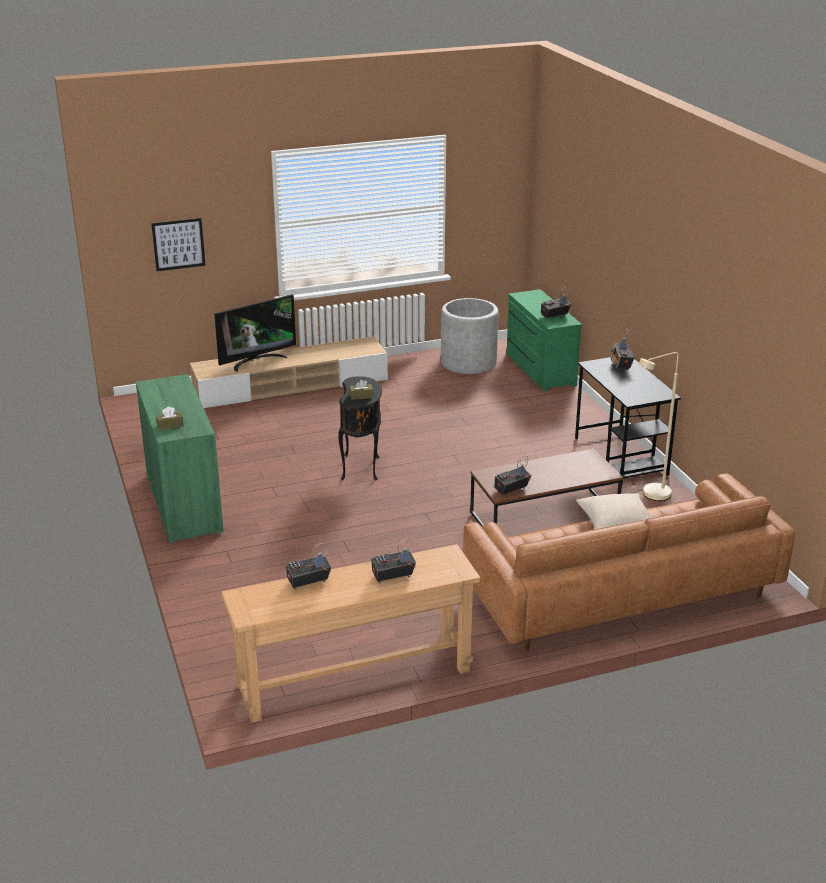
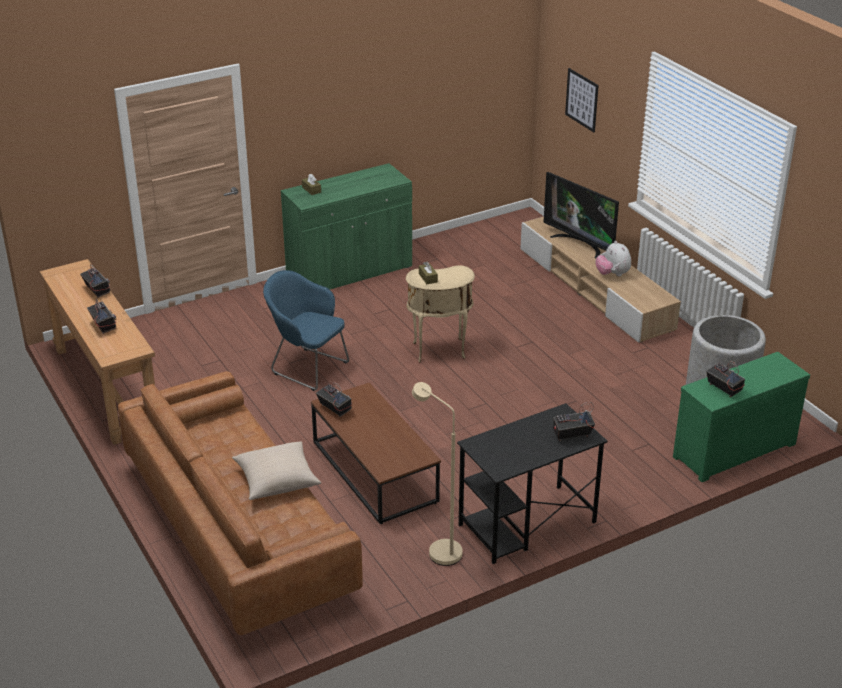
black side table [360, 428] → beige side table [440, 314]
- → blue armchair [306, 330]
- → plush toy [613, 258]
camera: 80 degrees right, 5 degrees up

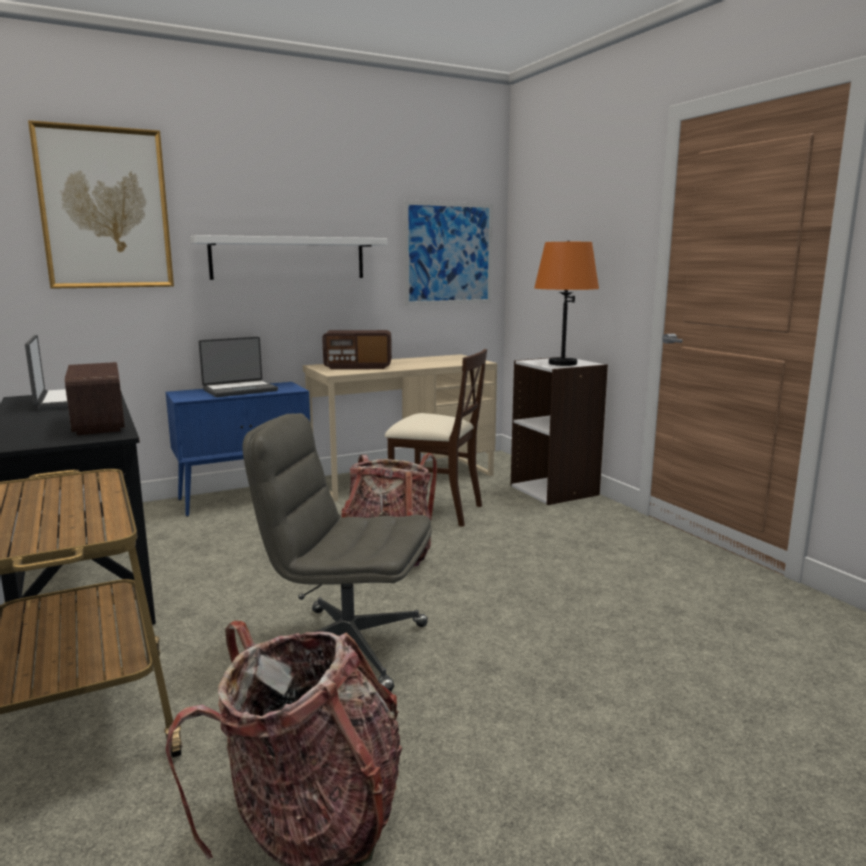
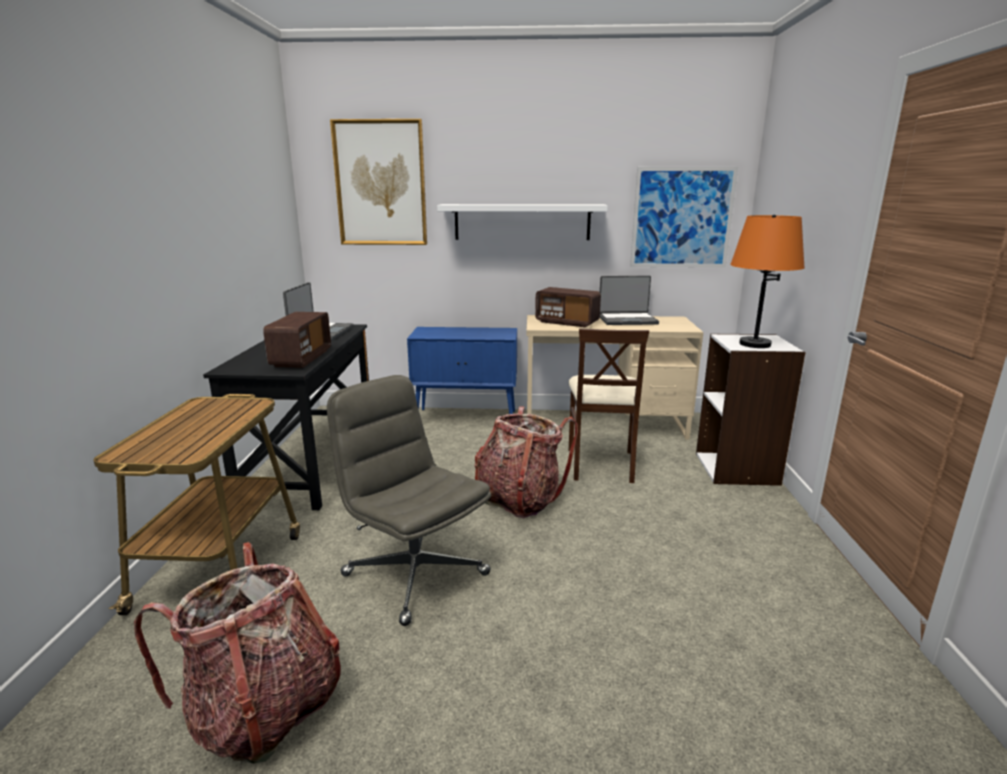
laptop [238, 367] → laptop [629, 300], relocated
beige chair [436, 438] → beige chair [608, 405], 45 degrees clockwise
camera: 30 degrees right, 5 degrees up

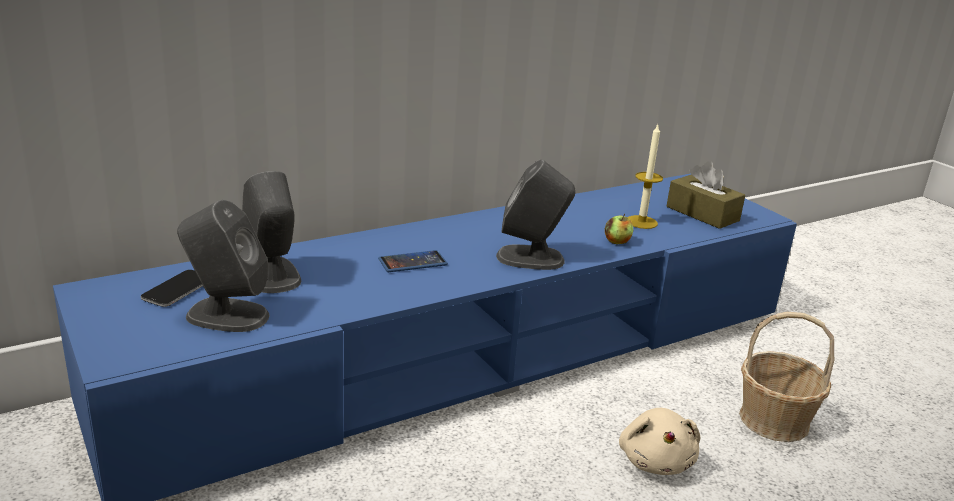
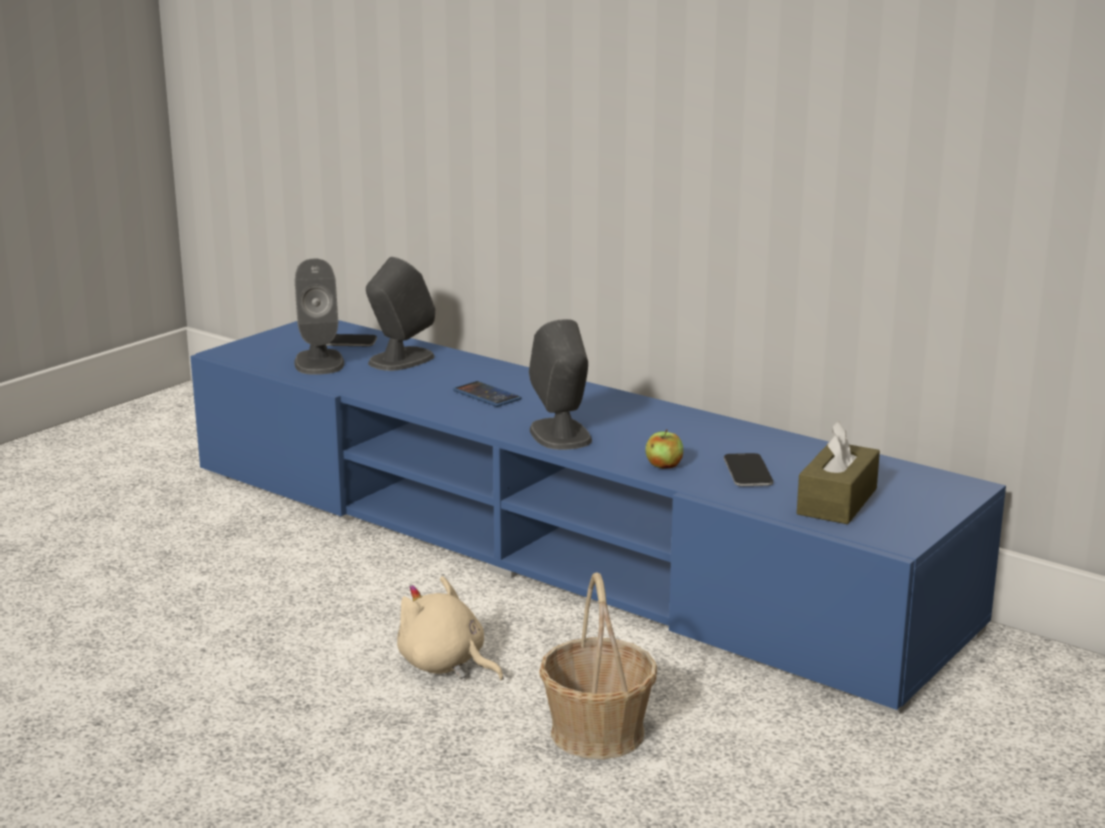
beige plush toy [659, 441] → beige plush toy [450, 628], 60 degrees clockwise
candle [645, 177] → phone [748, 469]
camera: 70 degrees right, 5 degrees down

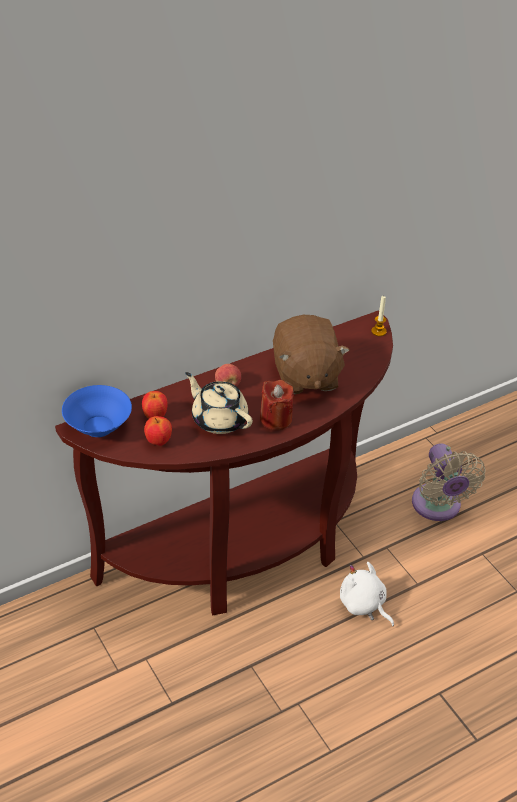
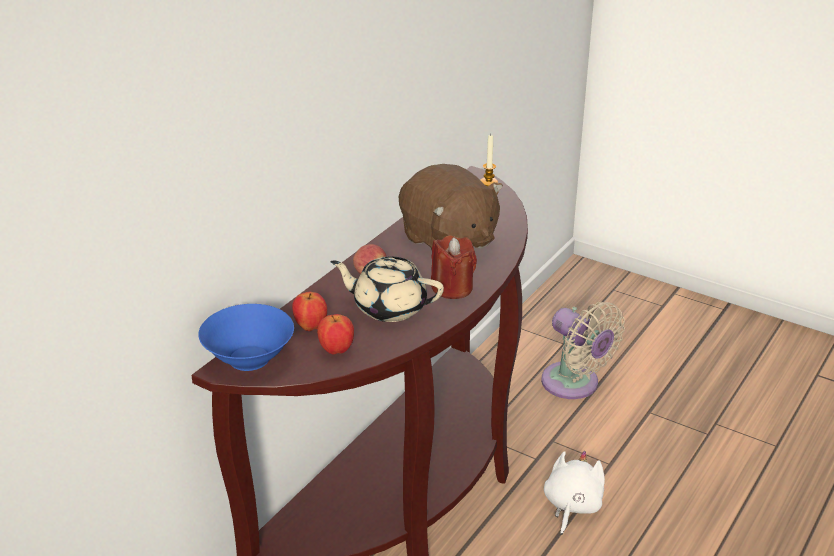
white plush toy [367, 594] → white plush toy [574, 493], 90 degrees clockwise
camera: 25 degrees left, 10 degrees down

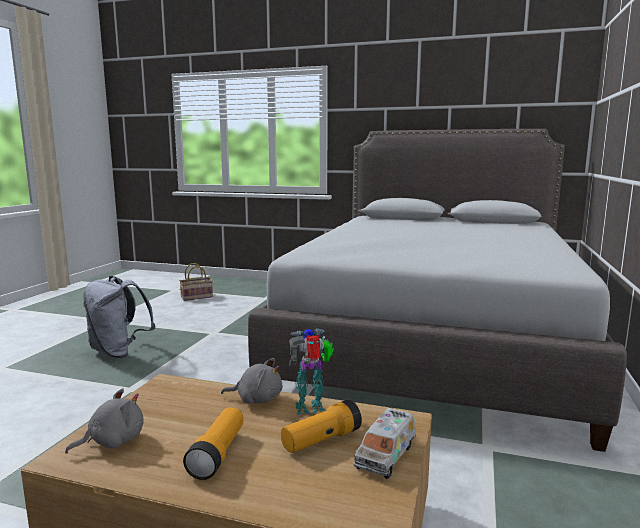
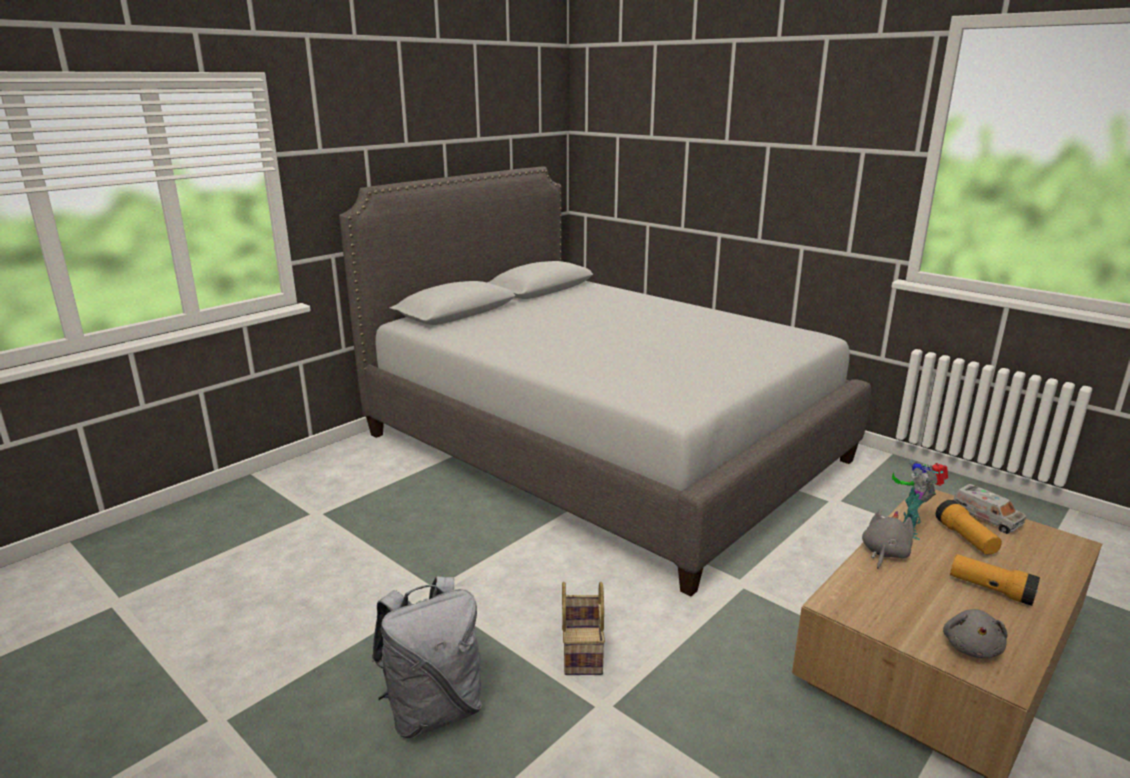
grey plush toy [104, 421] → grey plush toy [975, 633], 150 degrees counterclockwise
basket [196, 282] → basket [583, 628], relocated
camera: 65 degrees left, 10 degrees up

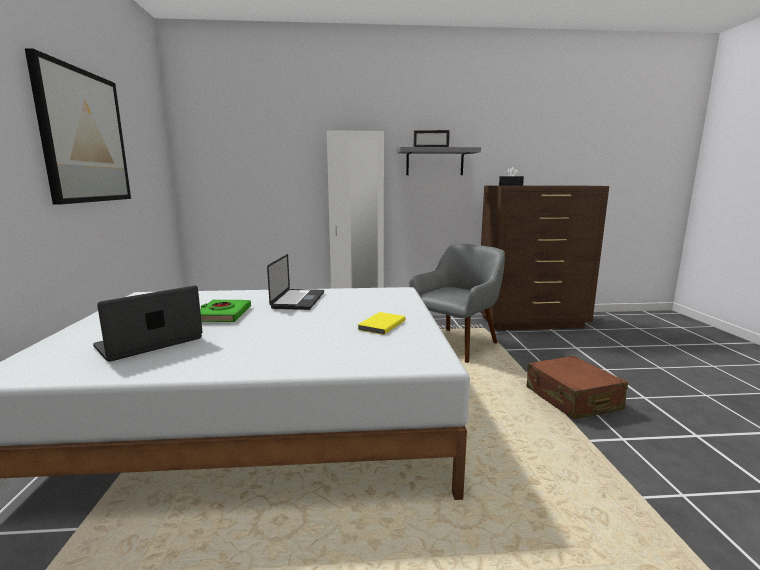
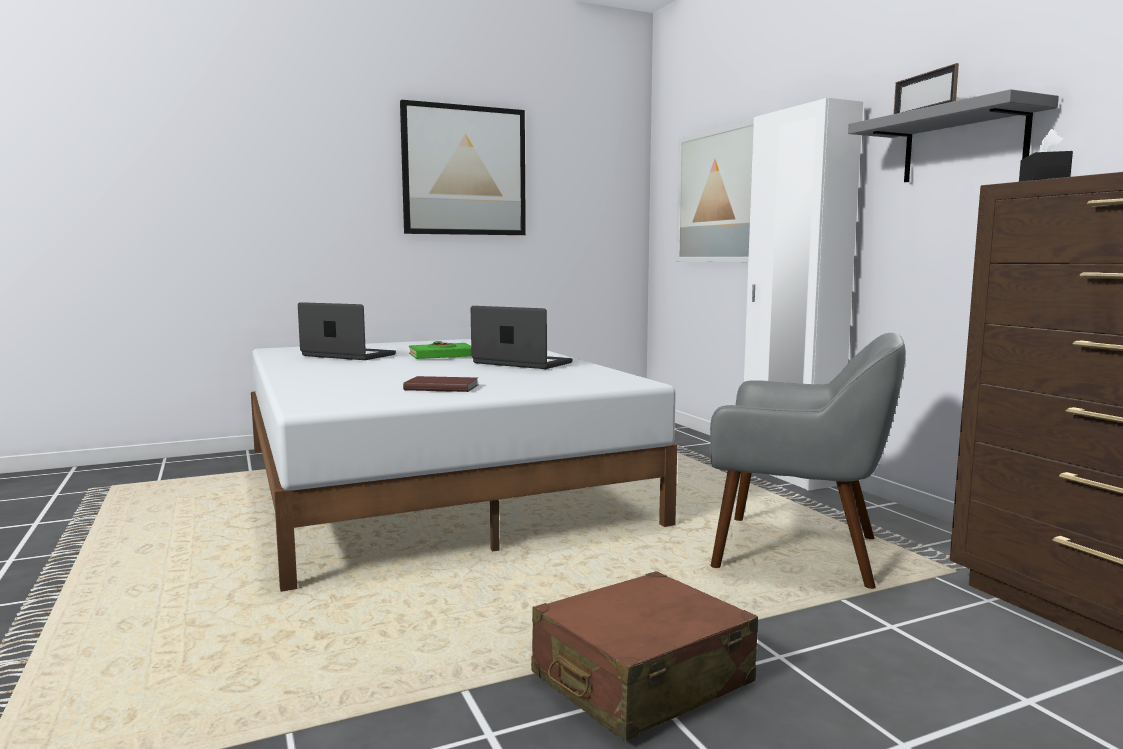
laptop [295, 282] → laptop [521, 337], 135 degrees counterclockwise
yellow book [382, 323] → brown book [440, 384]
- → picture [715, 190]
camera: 70 degrees right, 5 degrees down

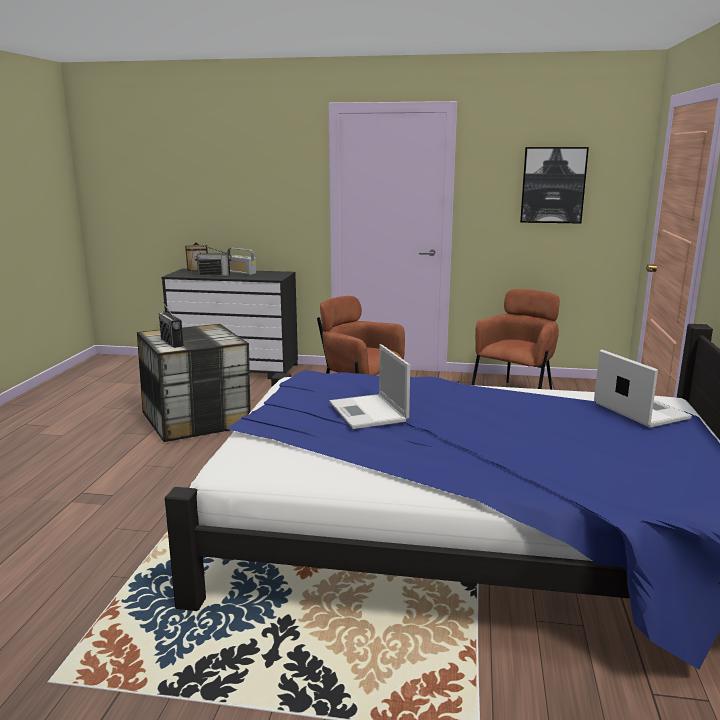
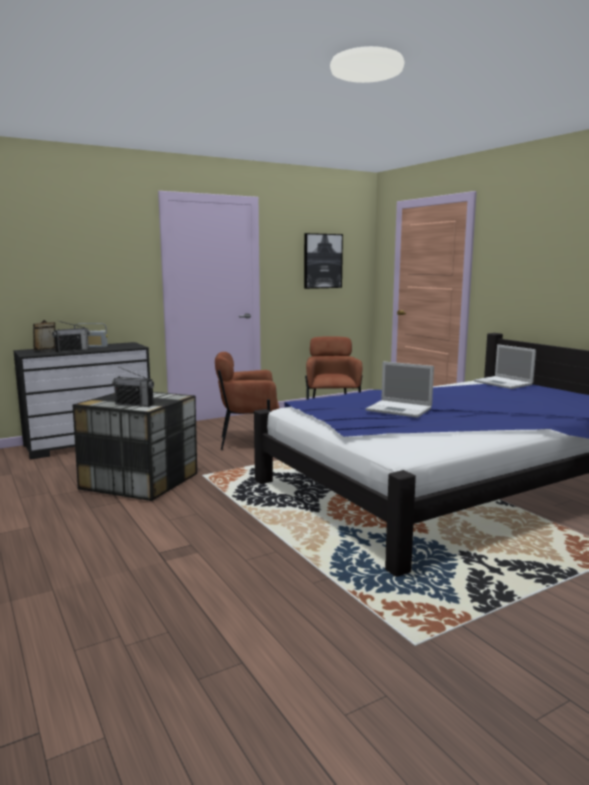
laptop [643, 389] → laptop [505, 366], 150 degrees counterclockwise
camera: 40 degrees left, 5 degrees down

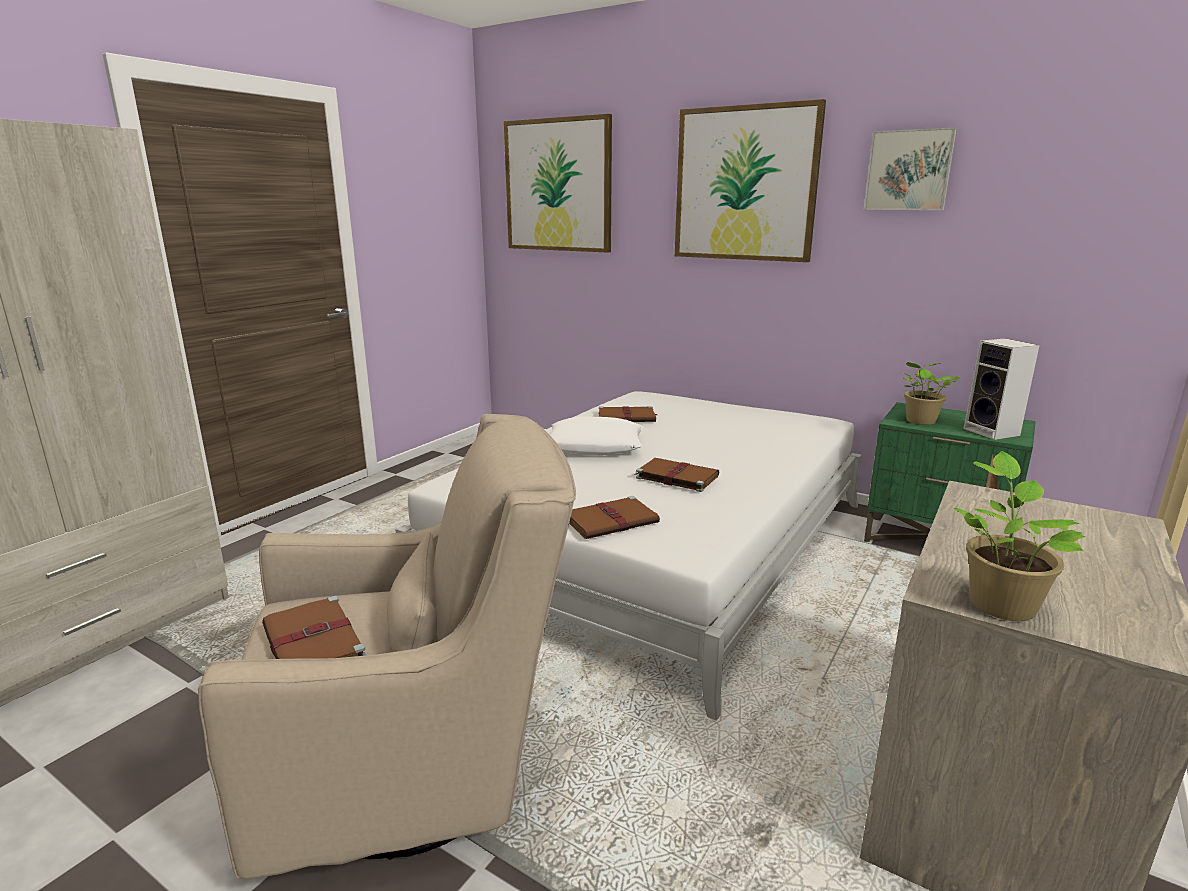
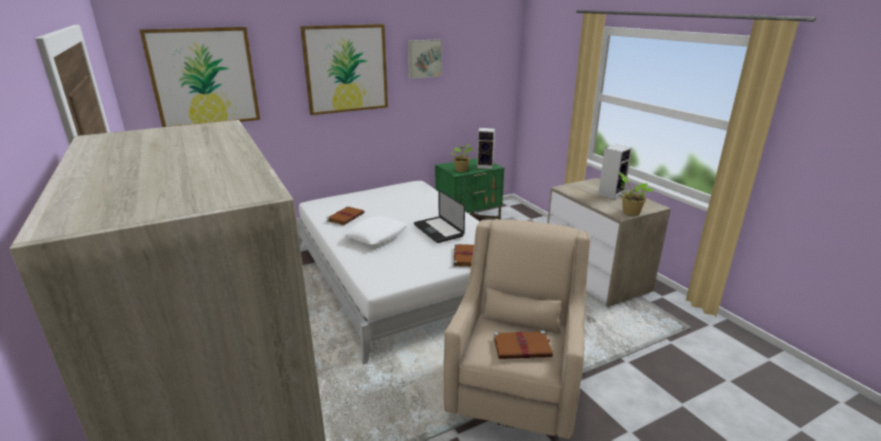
brown book [677, 475] → laptop [439, 216]
- → speaker [615, 171]
camera: 60 degrees left, 5 degrees up

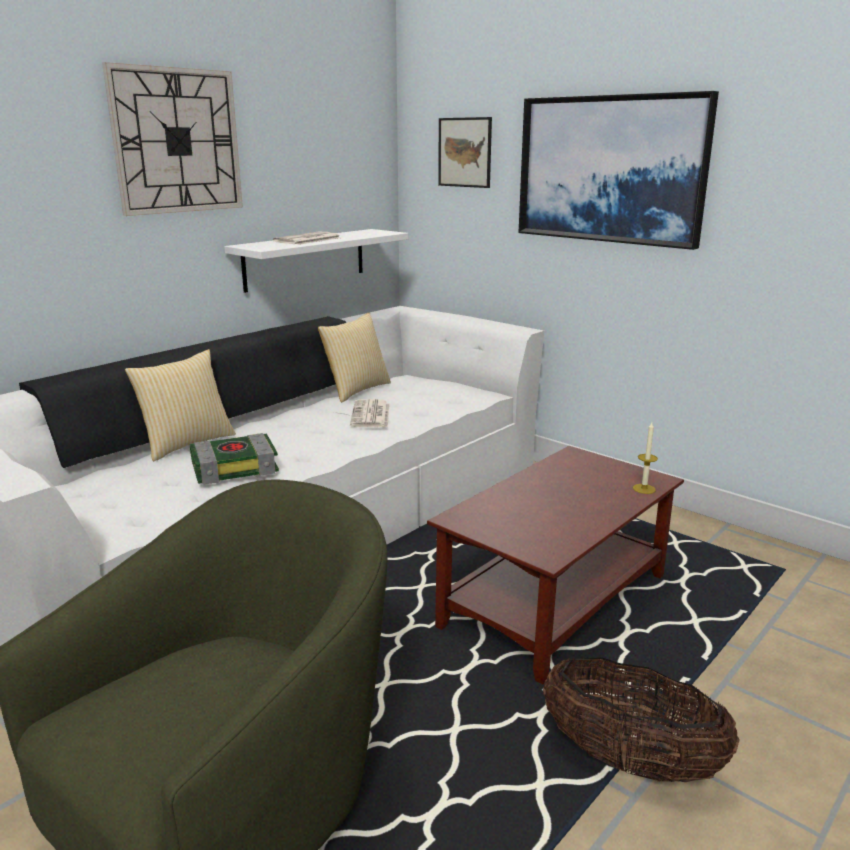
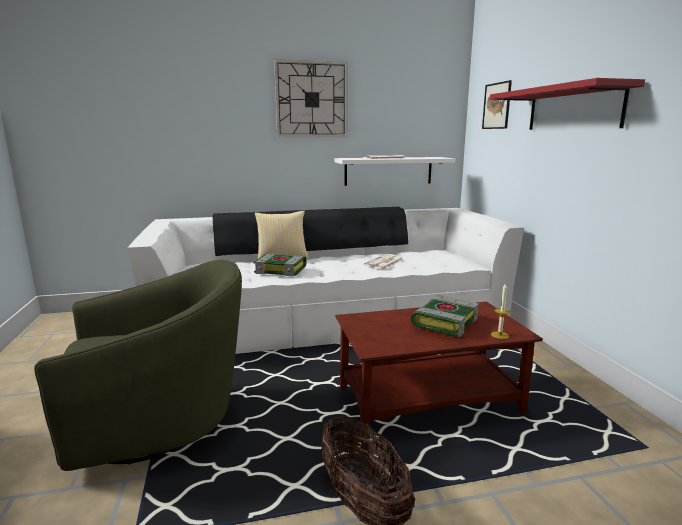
pillow [354, 358] → -
picture [619, 170] → red shelf [567, 104]
- → book [445, 316]
camera: 35 degrees right, 5 degrees down

